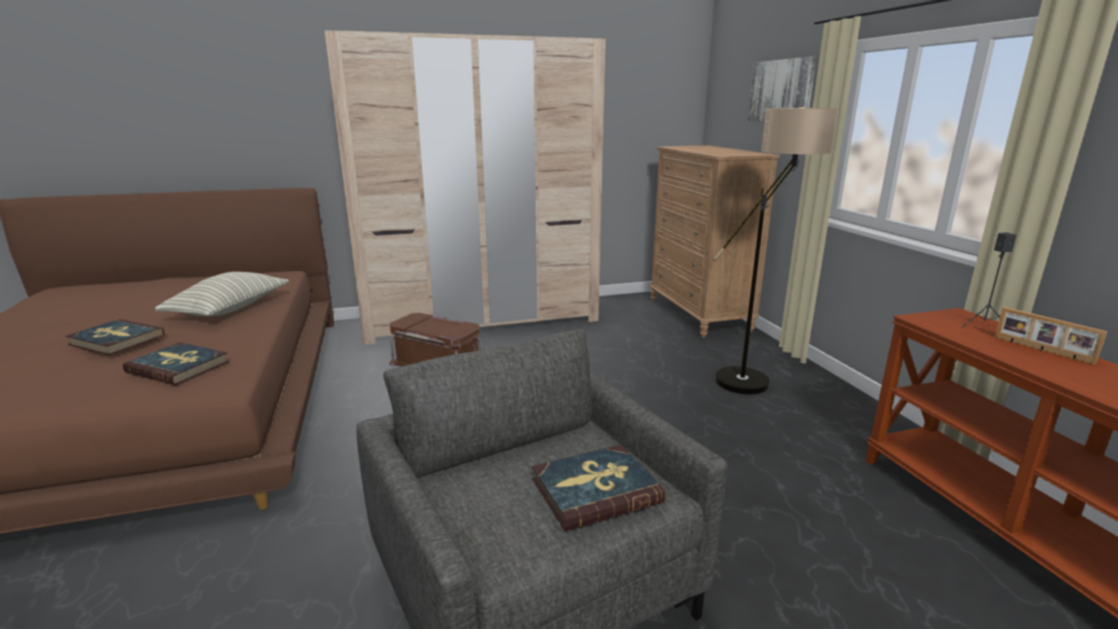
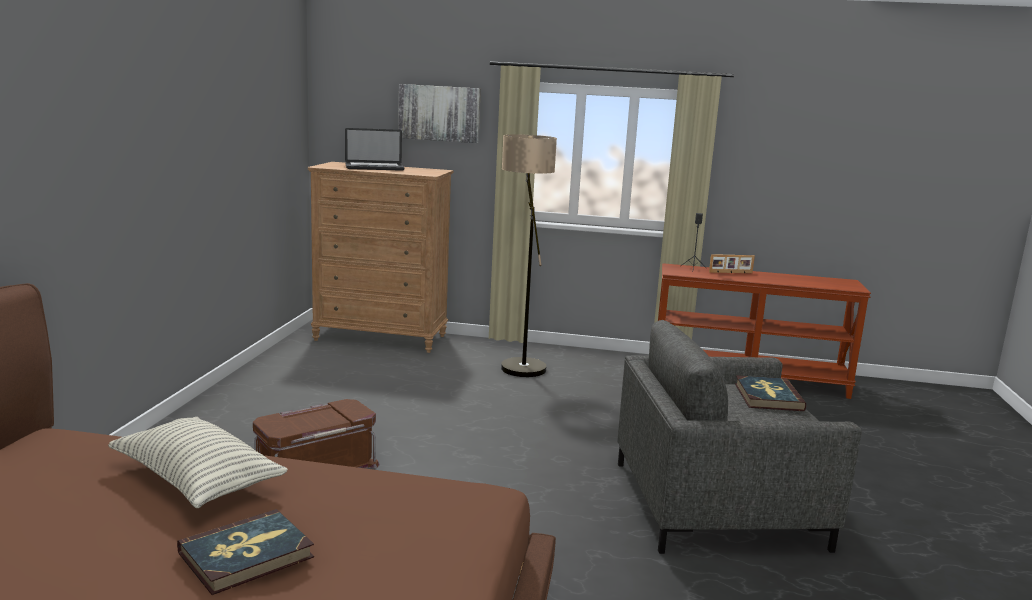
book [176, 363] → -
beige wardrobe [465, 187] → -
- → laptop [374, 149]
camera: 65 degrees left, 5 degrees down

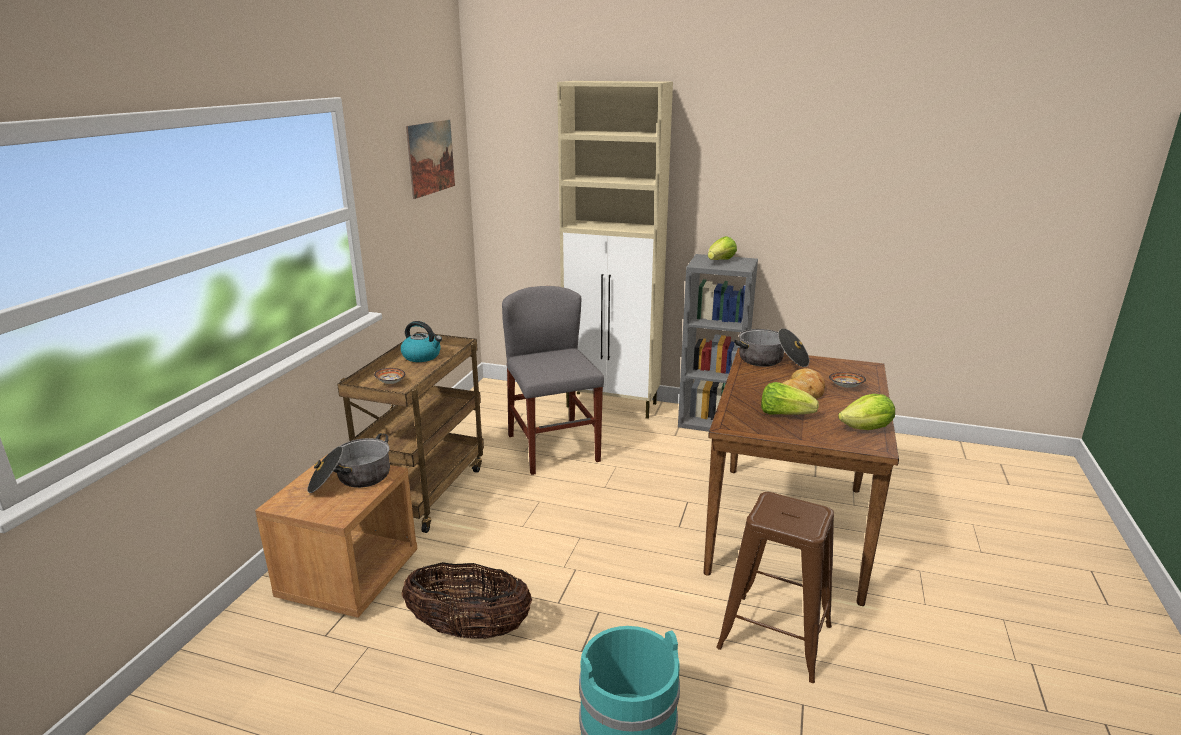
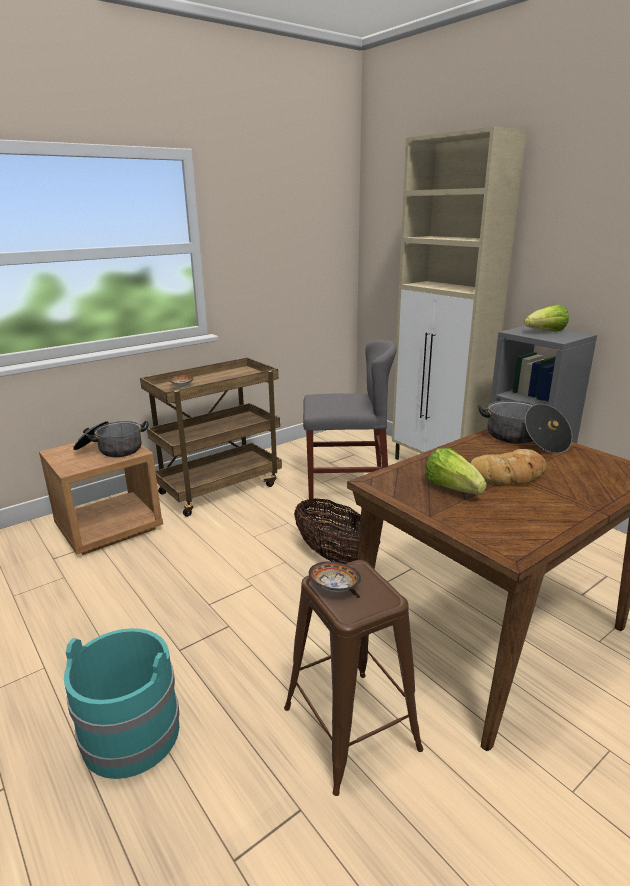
kettle [421, 341] → -
basket [466, 600] → basket [337, 531], relocated
picture [430, 159] → -
grey chair [553, 380] → grey chair [350, 421], 75 degrees clockwise
bowl [847, 380] → bowl [335, 576], relocated
lettuce [866, 412] → -
camera: 35 degrees right, 0 degrees up

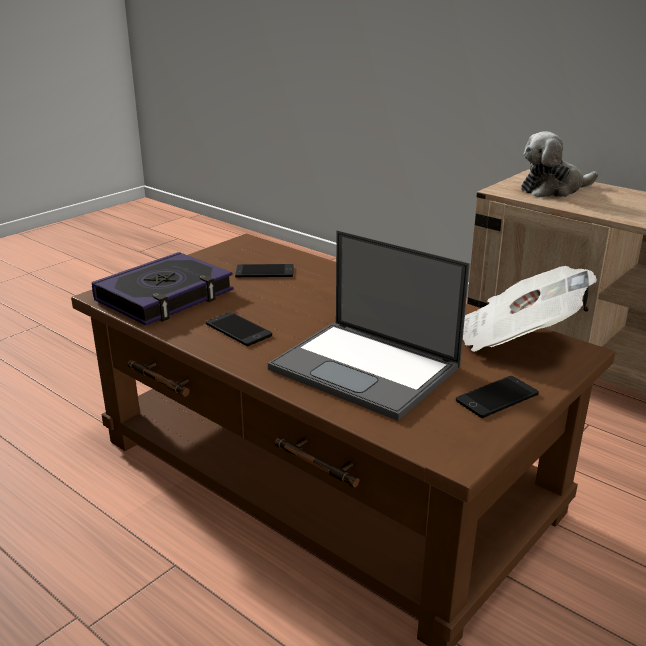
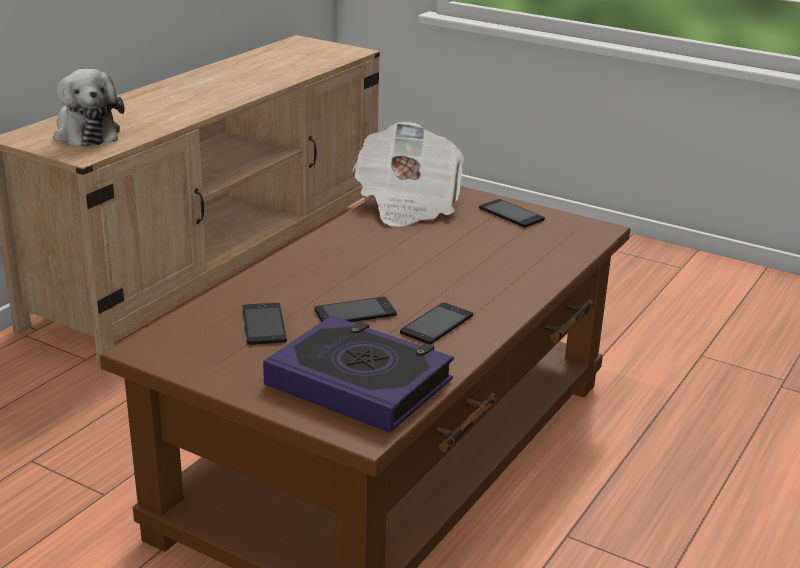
laptop [369, 325] → -
- → phone [356, 309]
camera: 100 degrees left, 0 degrees up

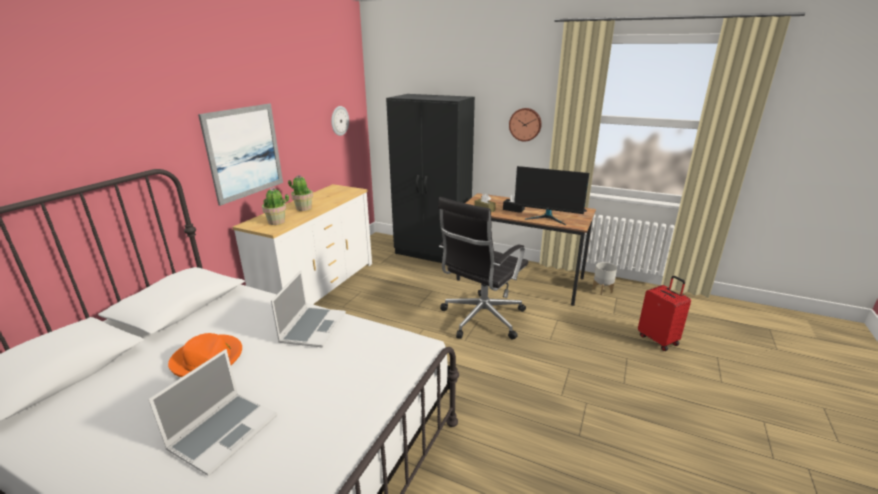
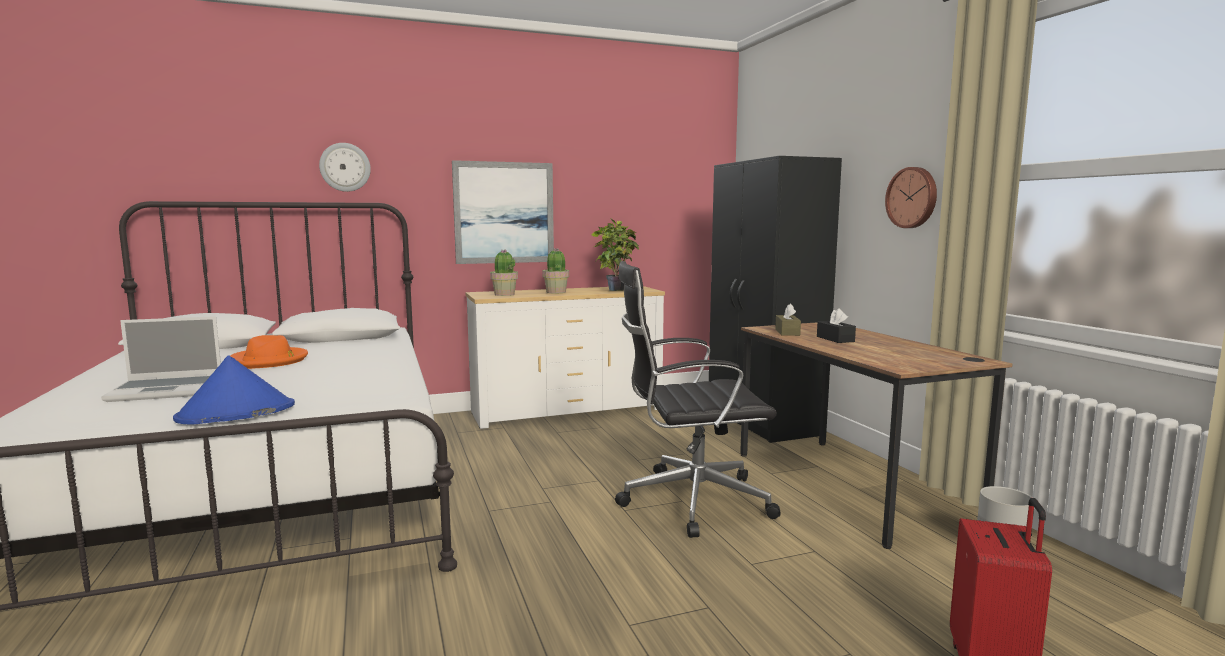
laptop [308, 309] → -
wall clock [340, 121] → wall clock [345, 167], relocated
monitor [551, 196] → -
- → blue hat [234, 390]
- → potted plant [615, 254]
camera: 45 degrees right, 15 degrees down

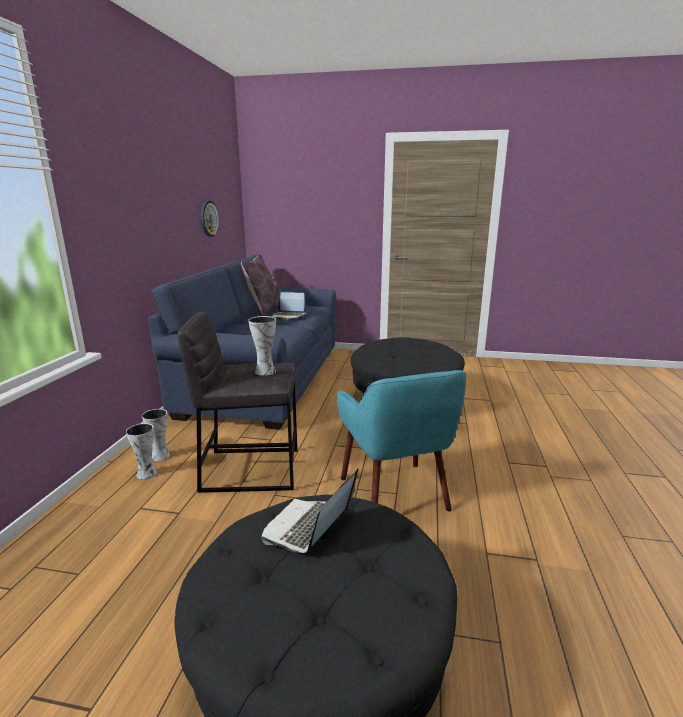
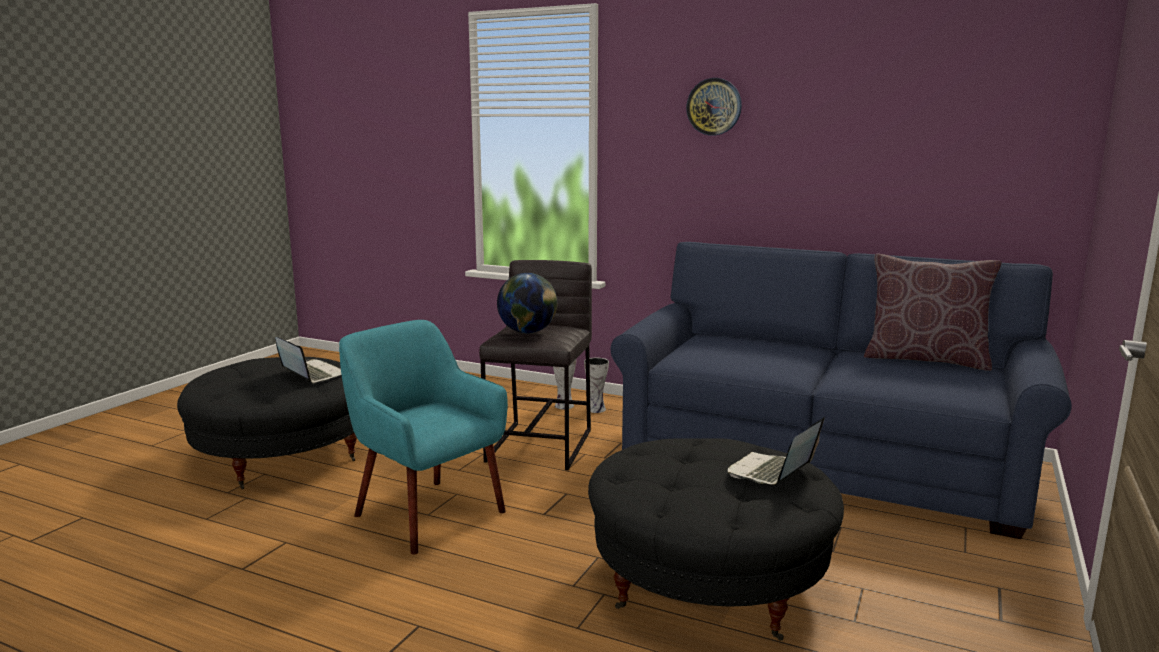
wall clock [210, 219] → wall clock [714, 106], relocated
vase [262, 346] → globe [527, 303]
laptop [289, 305] → laptop [776, 451], relocated
turquoise armchair [401, 441] → turquoise armchair [423, 437], 45 degrees clockwise
camera: 105 degrees right, 5 degrees down

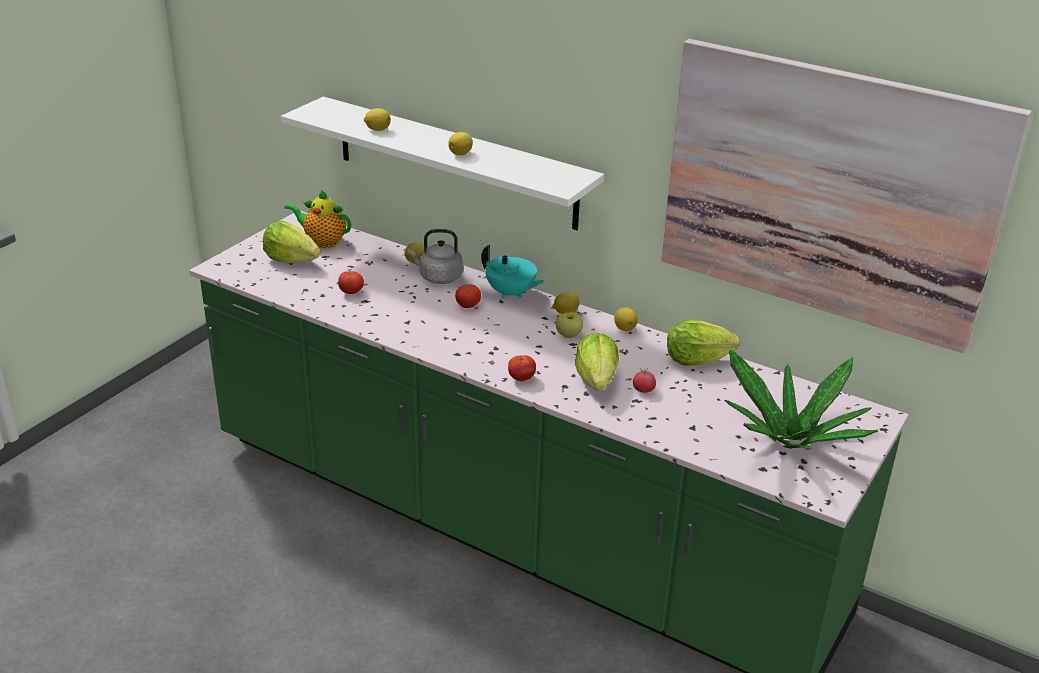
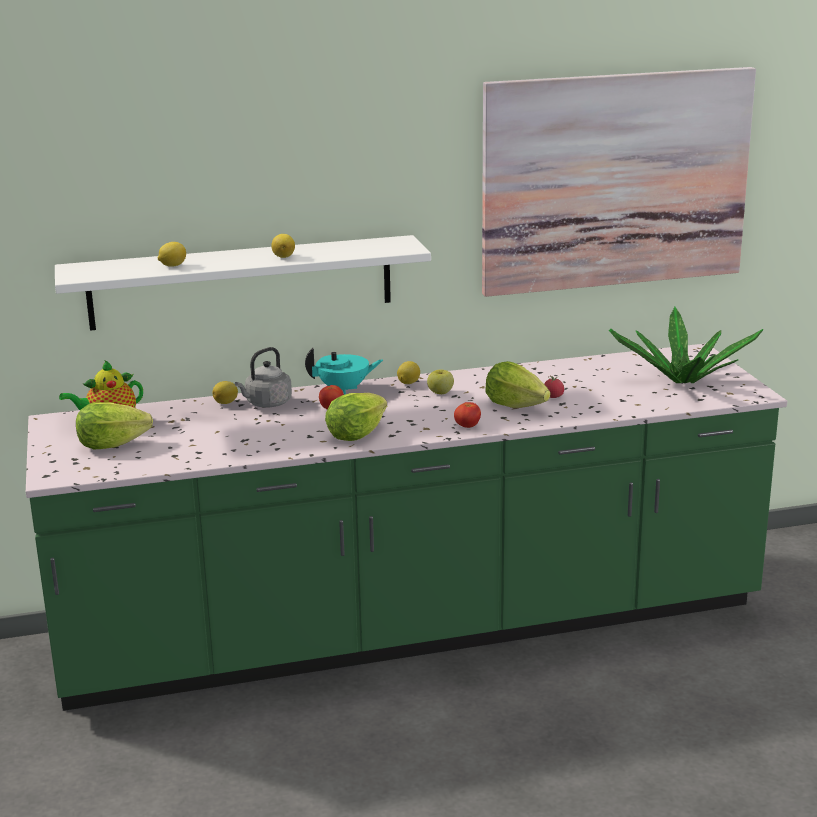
tomato [351, 282] → -
lemon [626, 319] → -
lettuce [703, 343] → lettuce [356, 417], relocated
camera: 45 degrees left, 10 degrees down

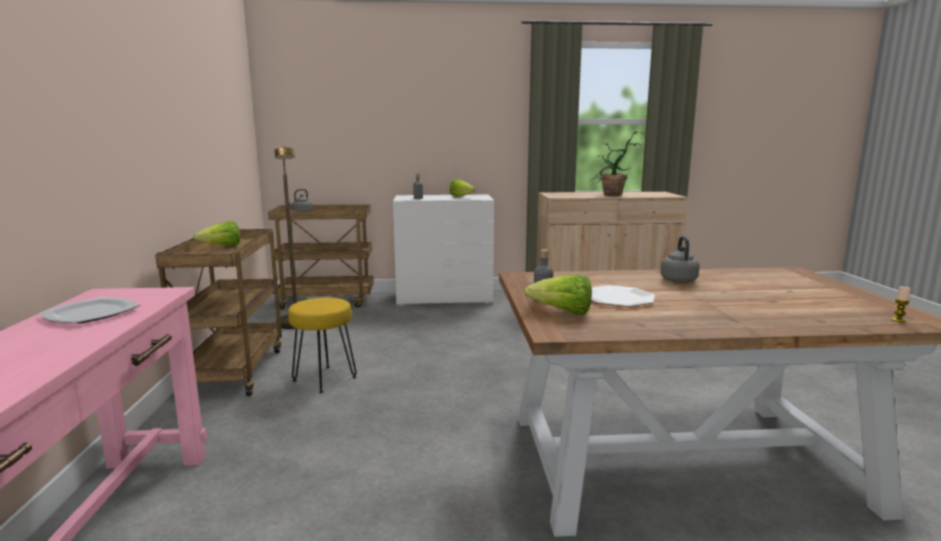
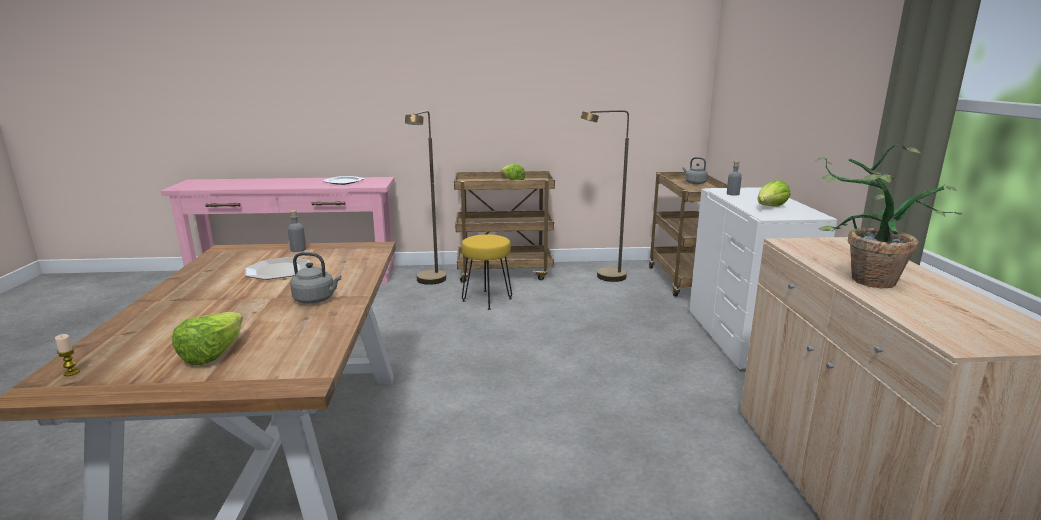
lettuce [558, 294] → lettuce [207, 338], relocated
- → brown floor lamp [425, 198]
camera: 90 degrees right, 5 degrees up

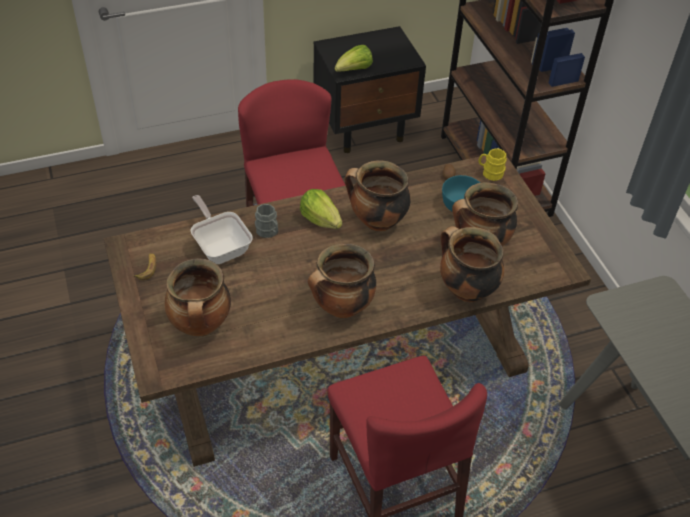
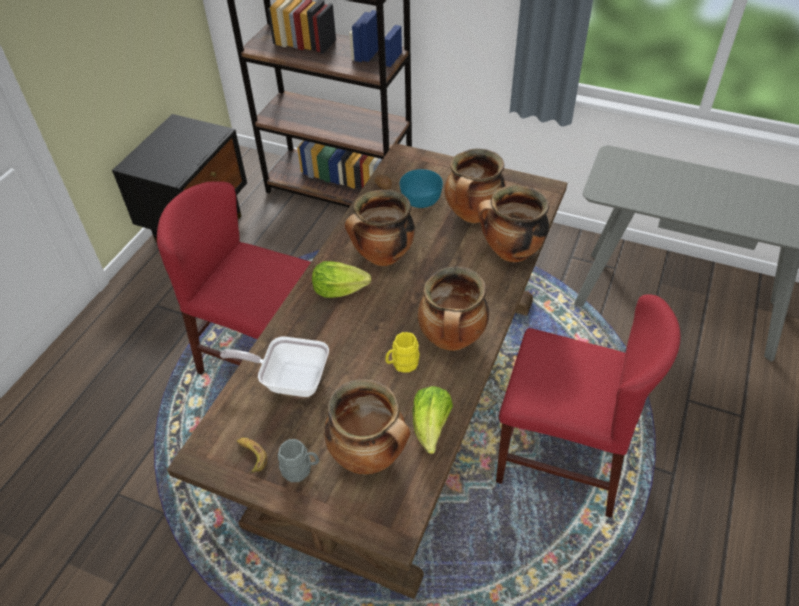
grey mug [266, 221] → grey mug [298, 460], relocated
lettuce [353, 58] → lettuce [432, 420], relocated
yellow mug [492, 164] → yellow mug [402, 352], relocated
camera: 45 degrees left, 0 degrees up

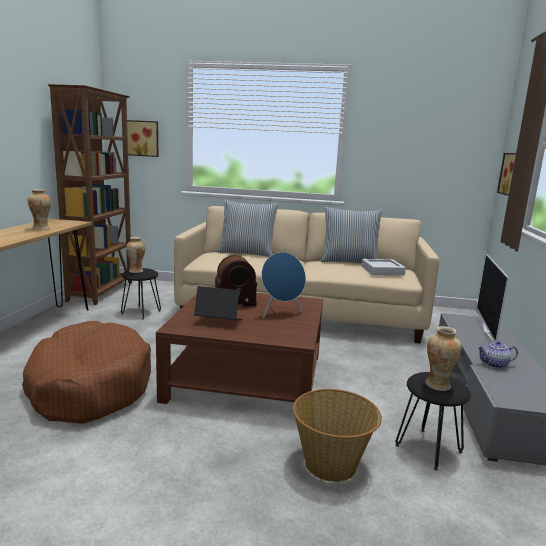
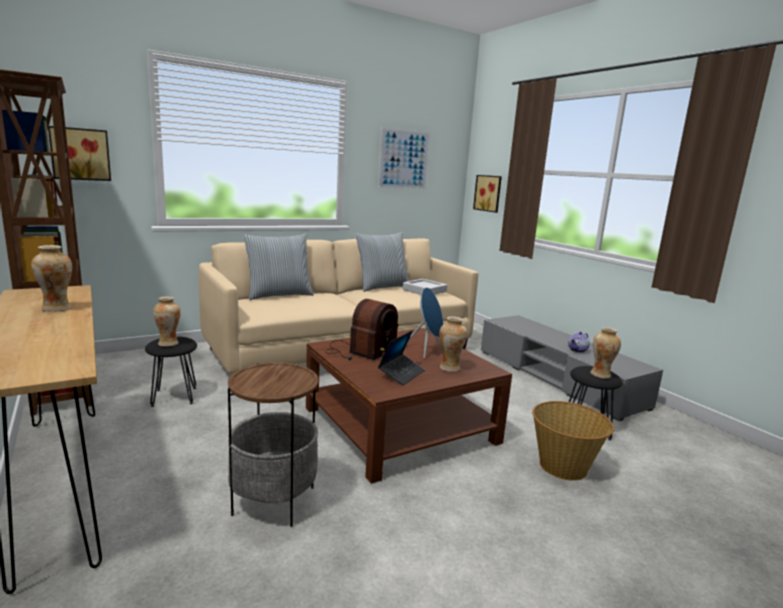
brown dog bed [86, 372] → side table [273, 445]
laptop [218, 303] → laptop [401, 357], 150 degrees clockwise
television [493, 298] → -
- → picture [404, 158]
- → vase [453, 344]
camera: 40 degrees left, 0 degrees up

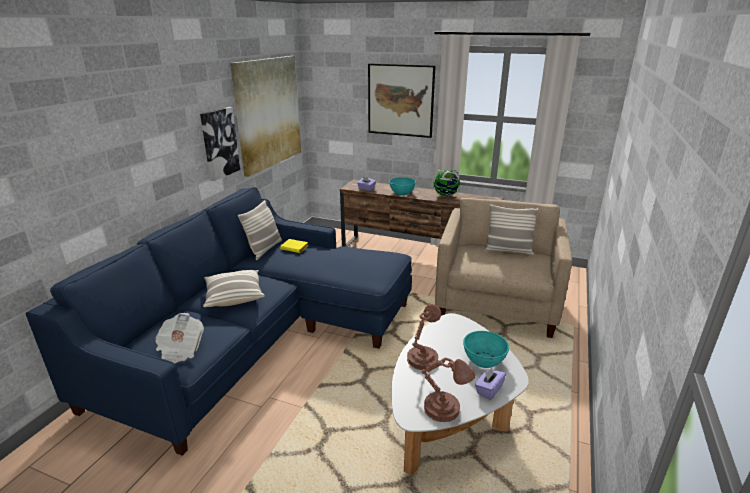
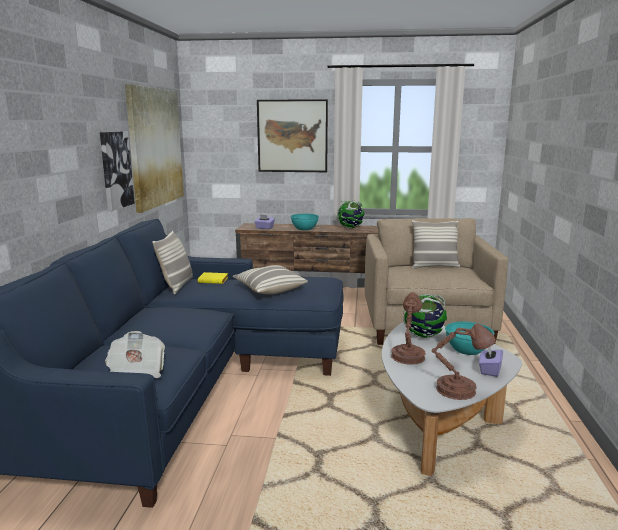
pillow [234, 288] → pillow [270, 279], relocated
- → globe [425, 316]
camera: 15 degrees left, 10 degrees down

